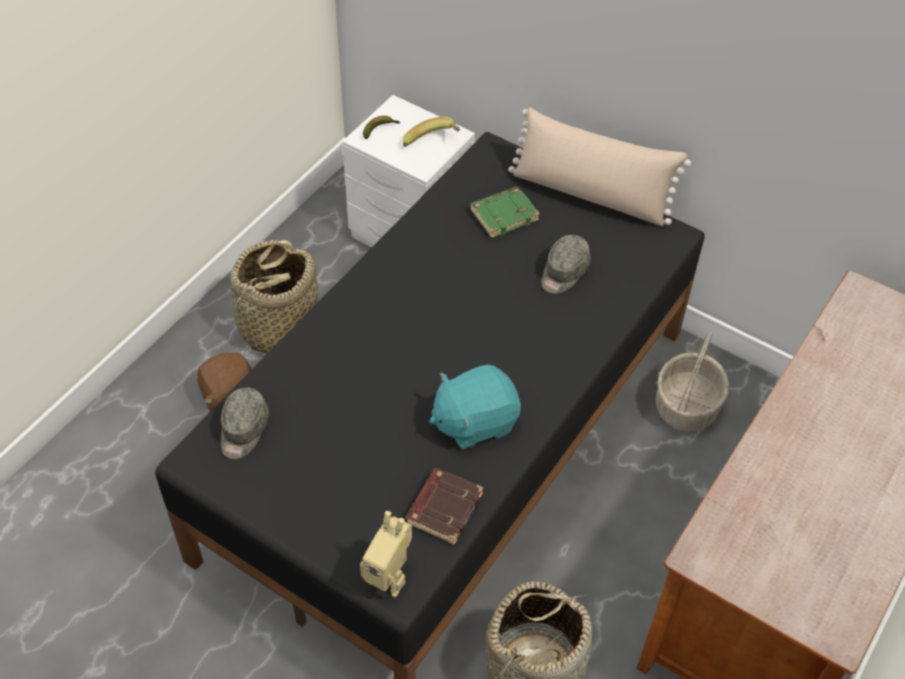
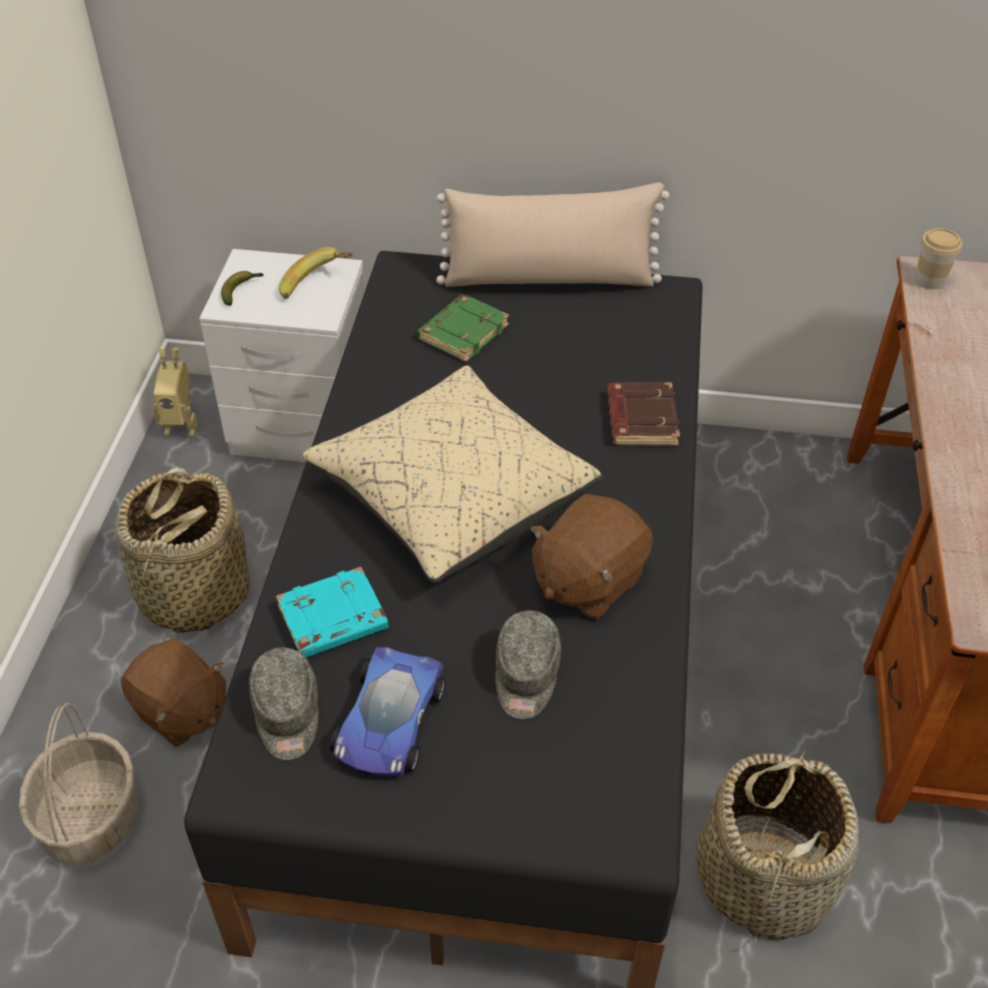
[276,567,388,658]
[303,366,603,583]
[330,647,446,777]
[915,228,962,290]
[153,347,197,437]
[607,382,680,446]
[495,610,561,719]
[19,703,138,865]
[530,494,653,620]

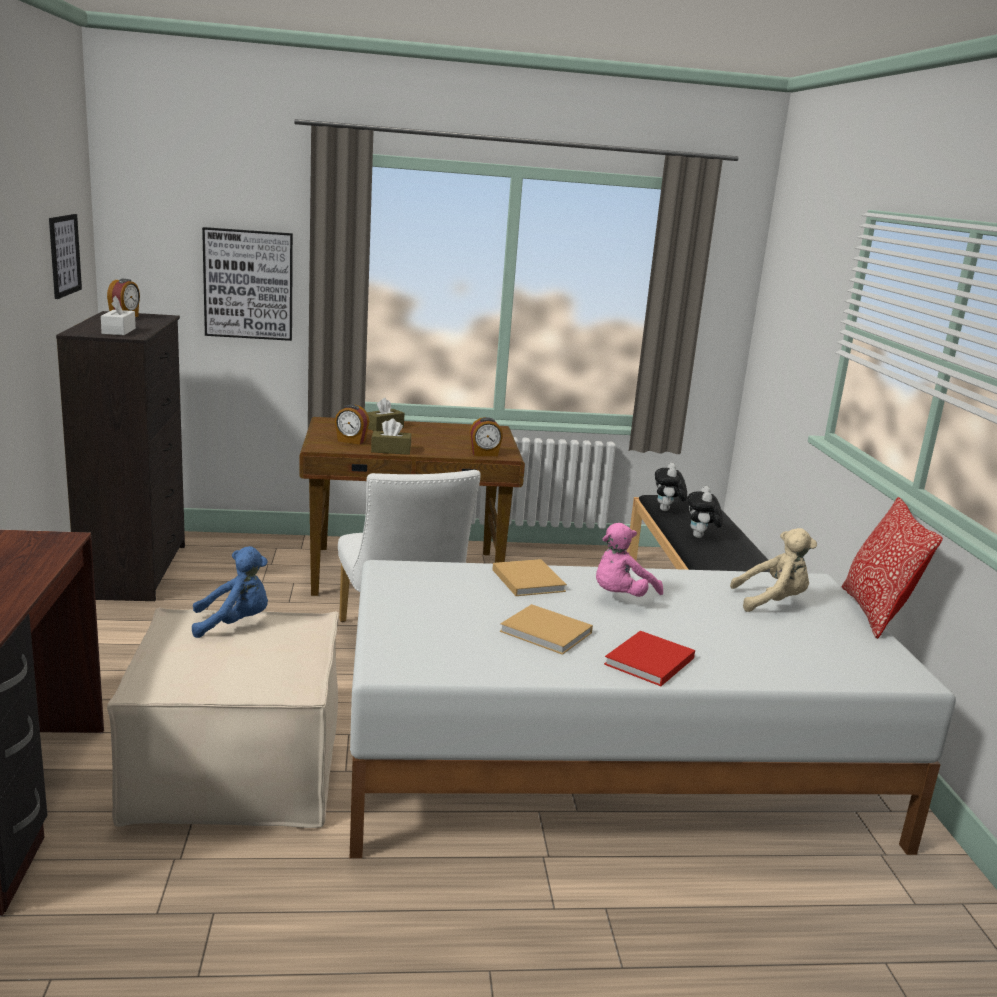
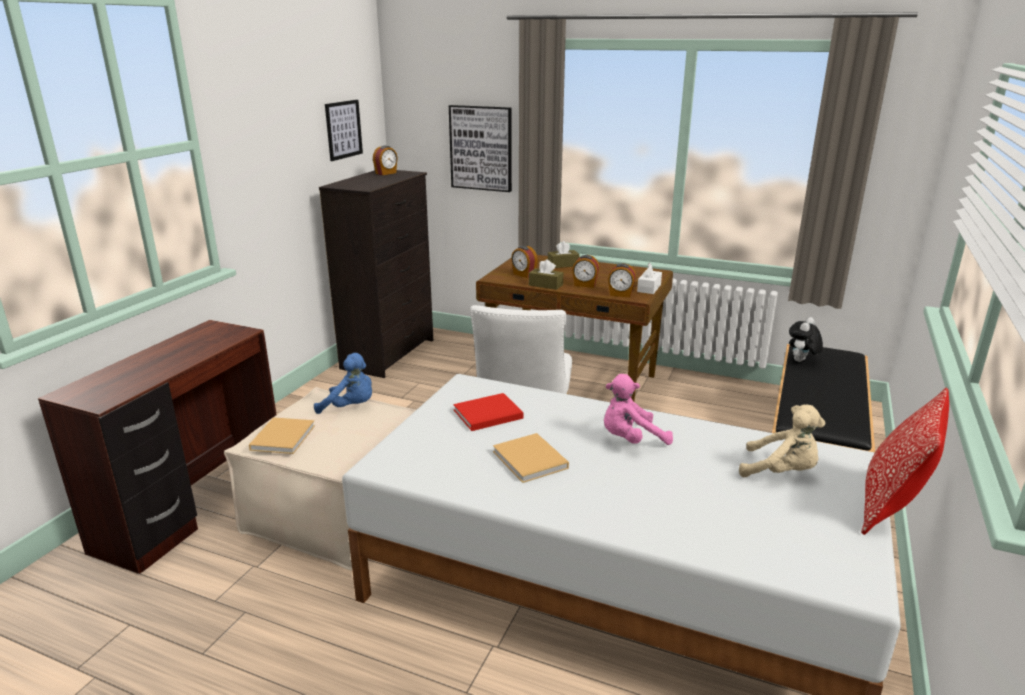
[687,486,723,538] (first image)
[572,255,600,288]
[637,263,662,294]
[249,417,315,454]
[453,393,524,431]

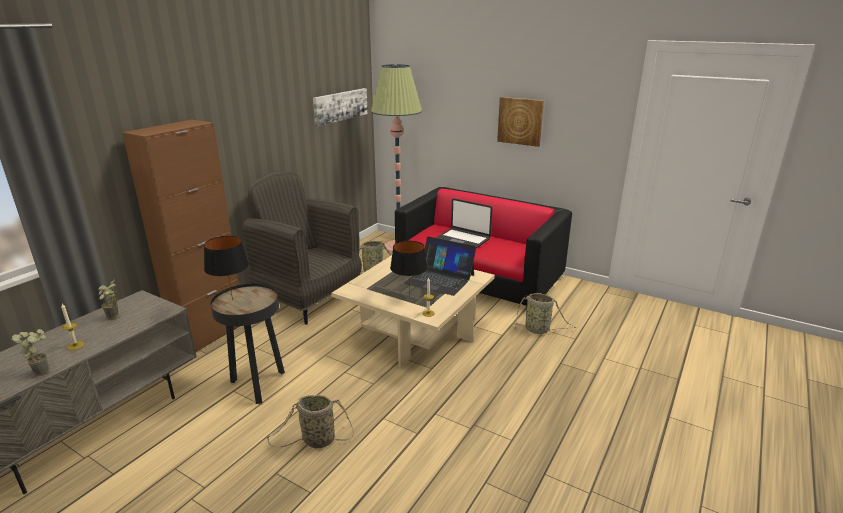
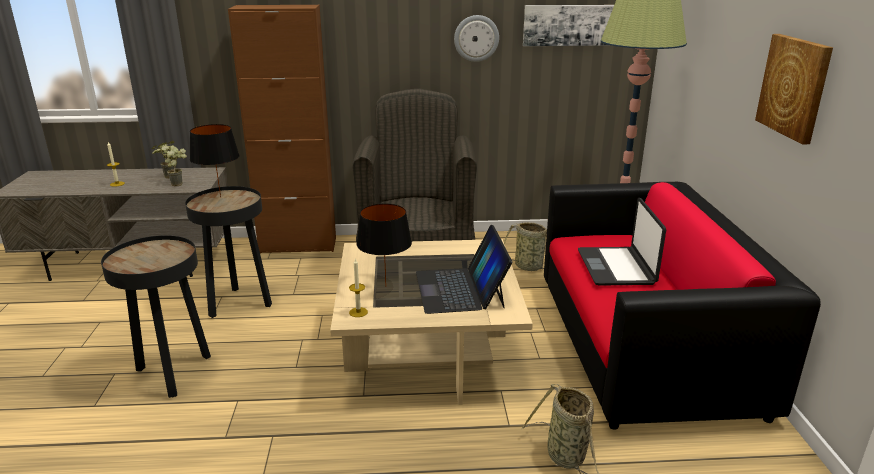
[454,15,499,62]
[161,145,187,186]
[101,235,211,398]

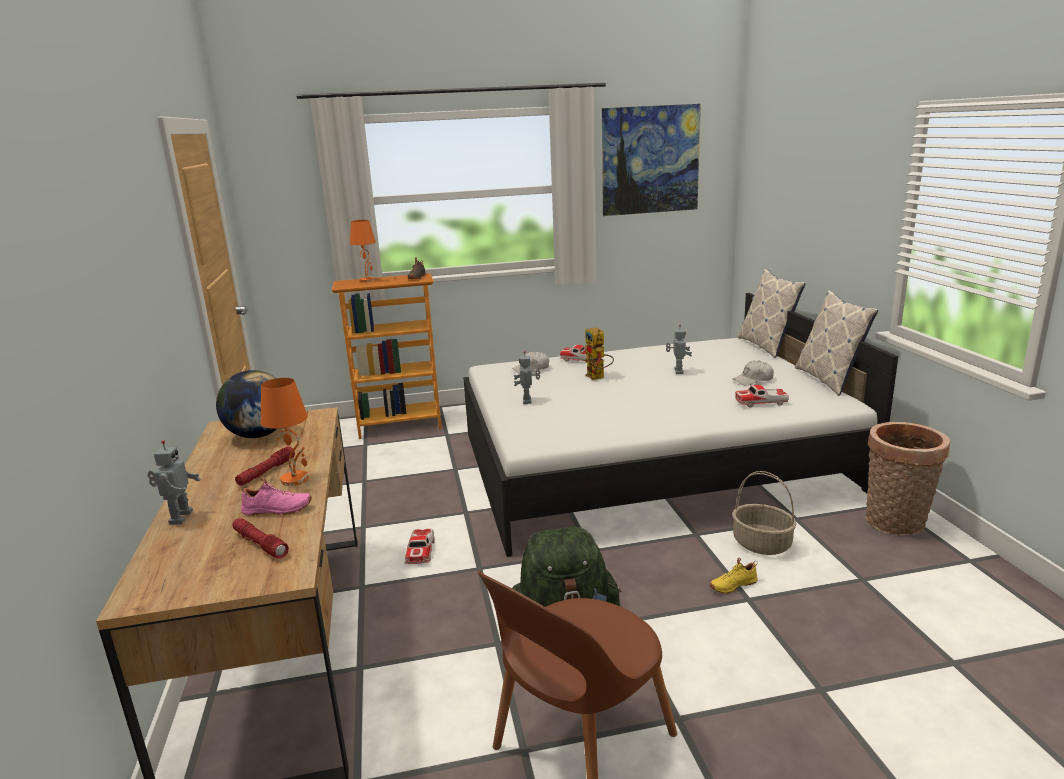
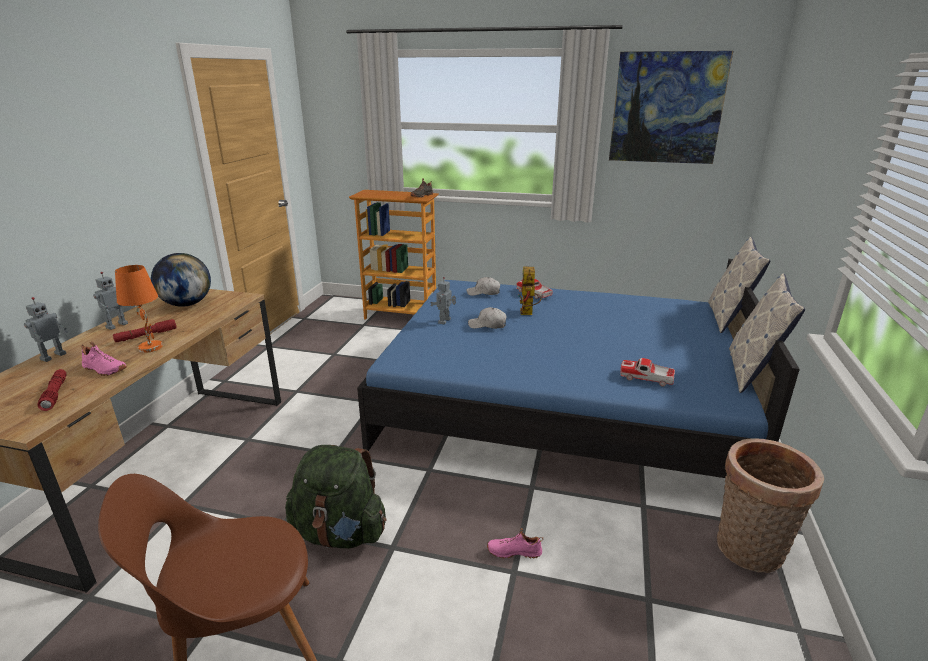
[350,220,376,282] (first image)
[405,529,435,564] (first image)
[732,471,797,555] (first image)
[93,272,128,330]
[468,307,507,329]
[357,259,800,478]
[487,528,544,559]

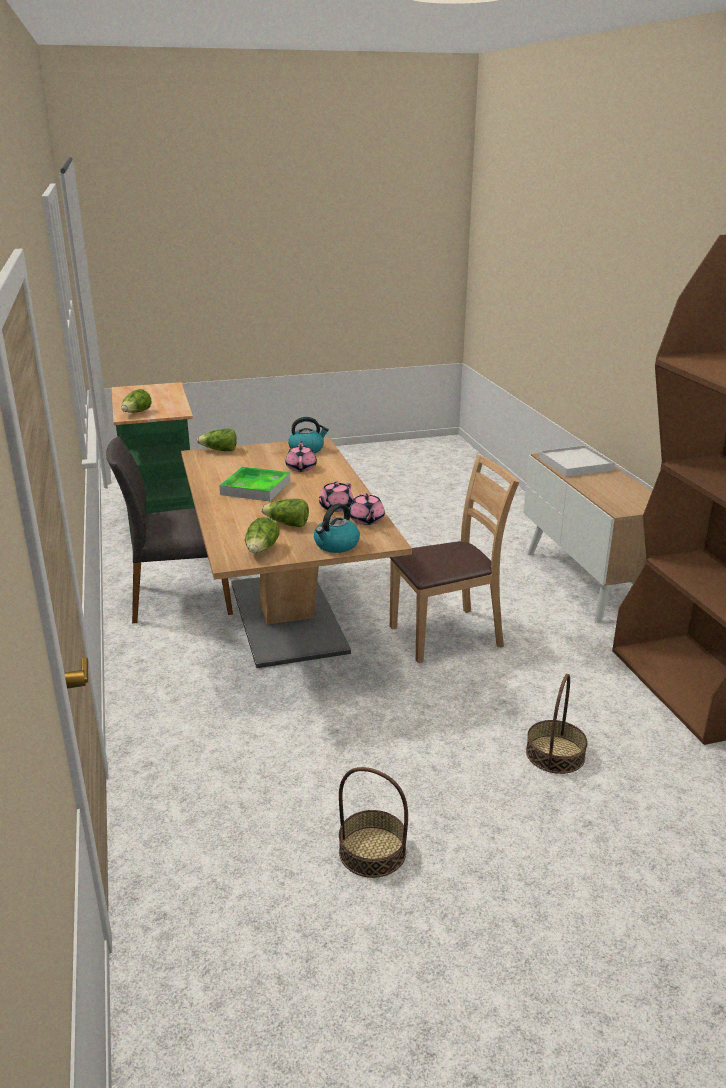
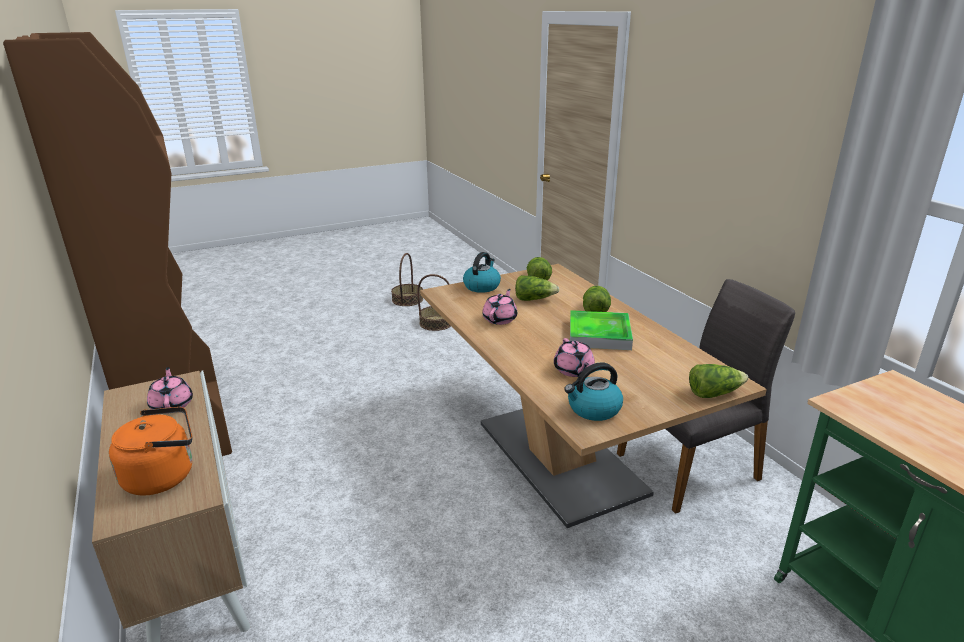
[390,455,519,663] (first image)
[583,286,611,312]
[147,367,193,414]
[391,253,423,306]
[109,407,192,495]

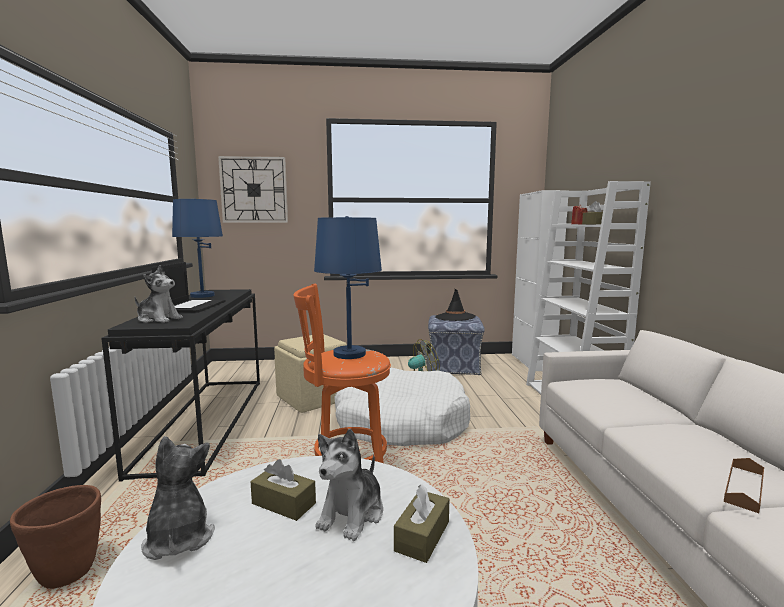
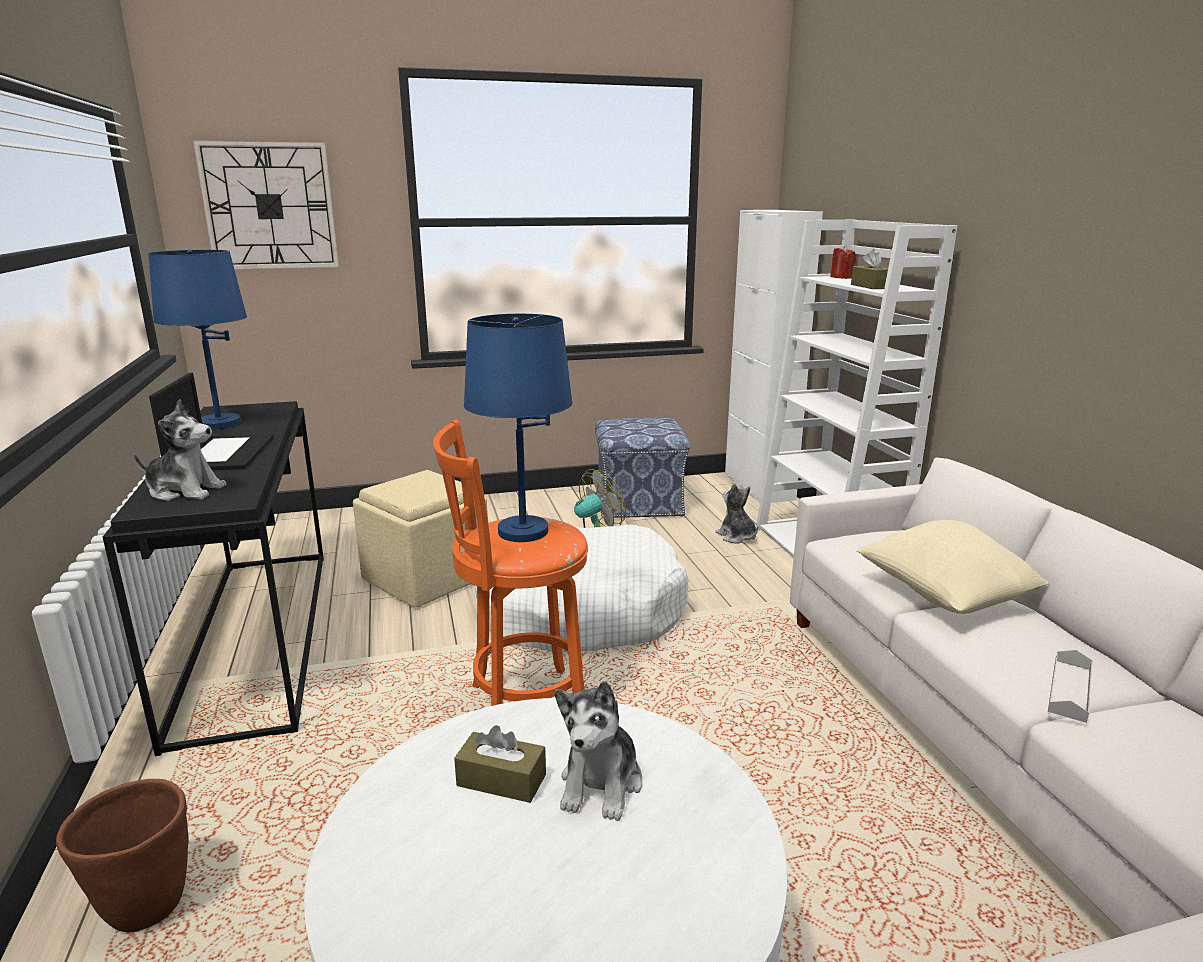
[394,484,449,563] (first image)
[435,289,476,321] (first image)
[857,520,1049,614]
[715,483,758,544]
[1048,650,1093,723]

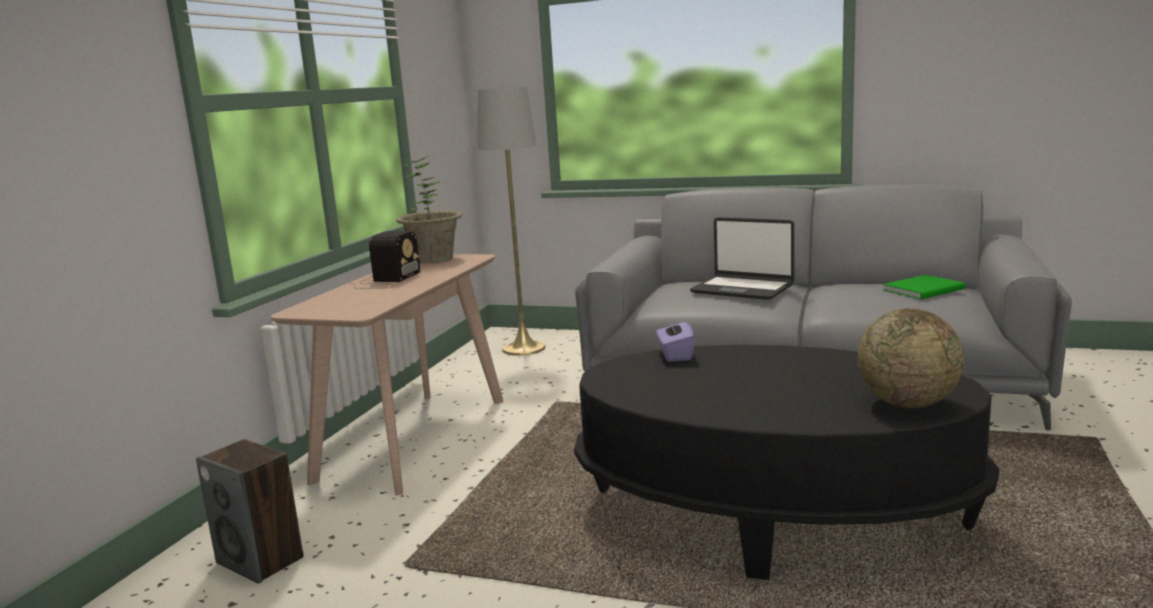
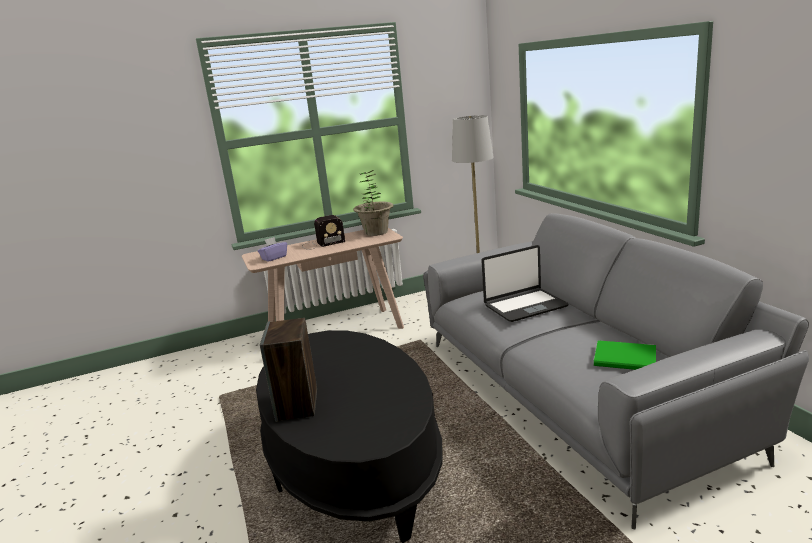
[858,308,964,408] (first image)
[260,318,317,422]
[258,237,287,262]
[481,245,569,322]

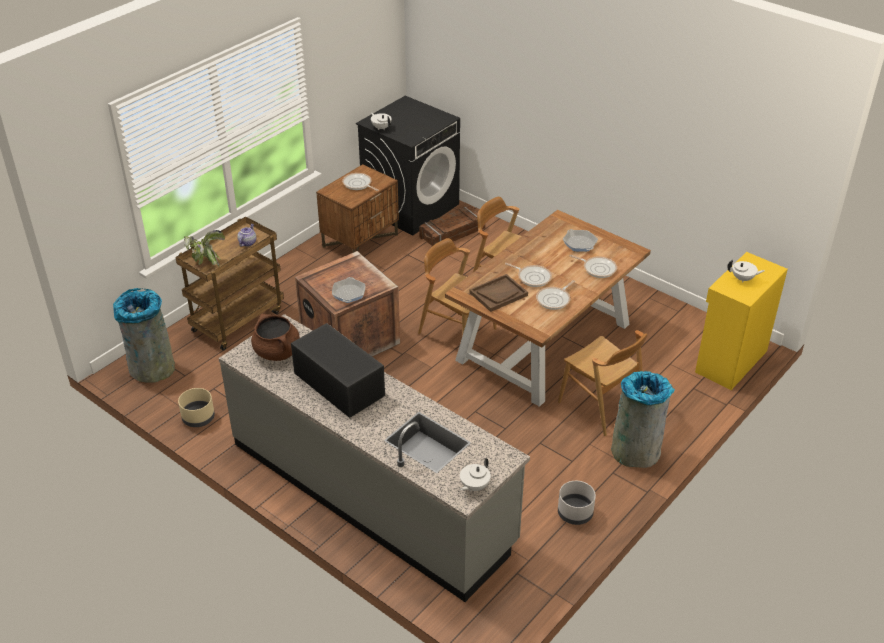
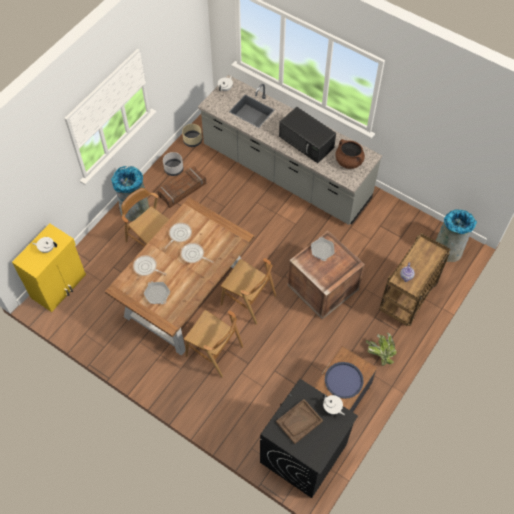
[182,124,202,147]
[366,332,397,366]
[157,166,206,208]
[276,399,323,444]
[325,362,364,399]

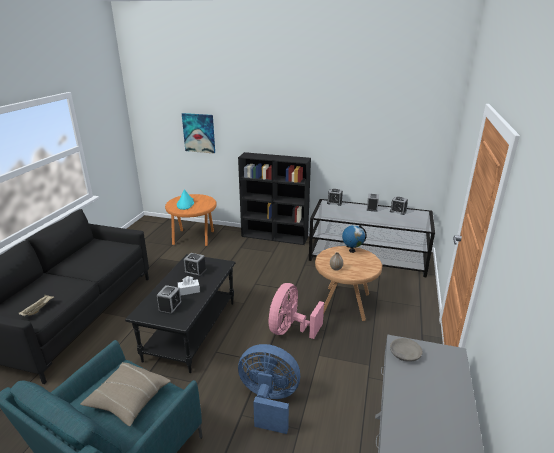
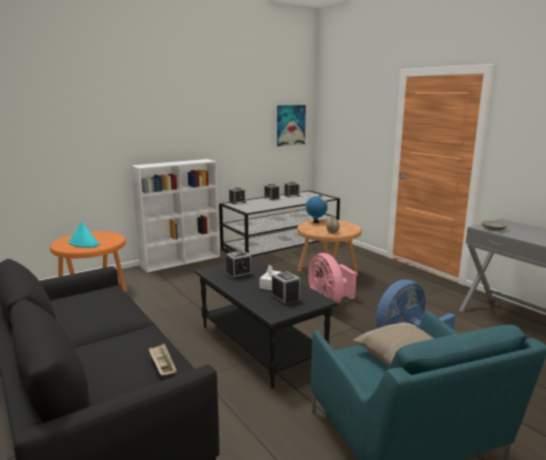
[277,105,306,146]
[131,159,220,273]

